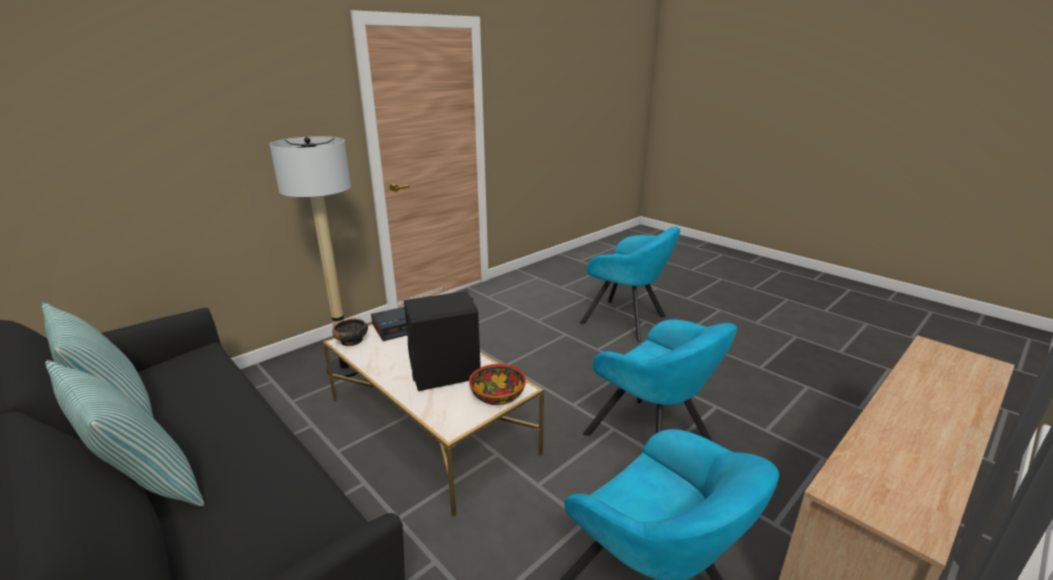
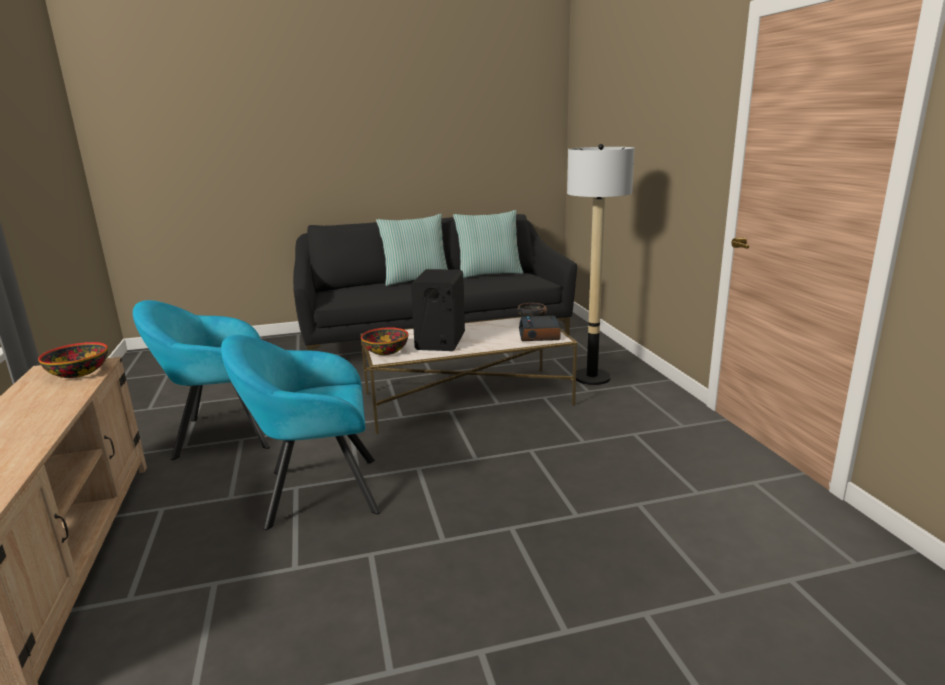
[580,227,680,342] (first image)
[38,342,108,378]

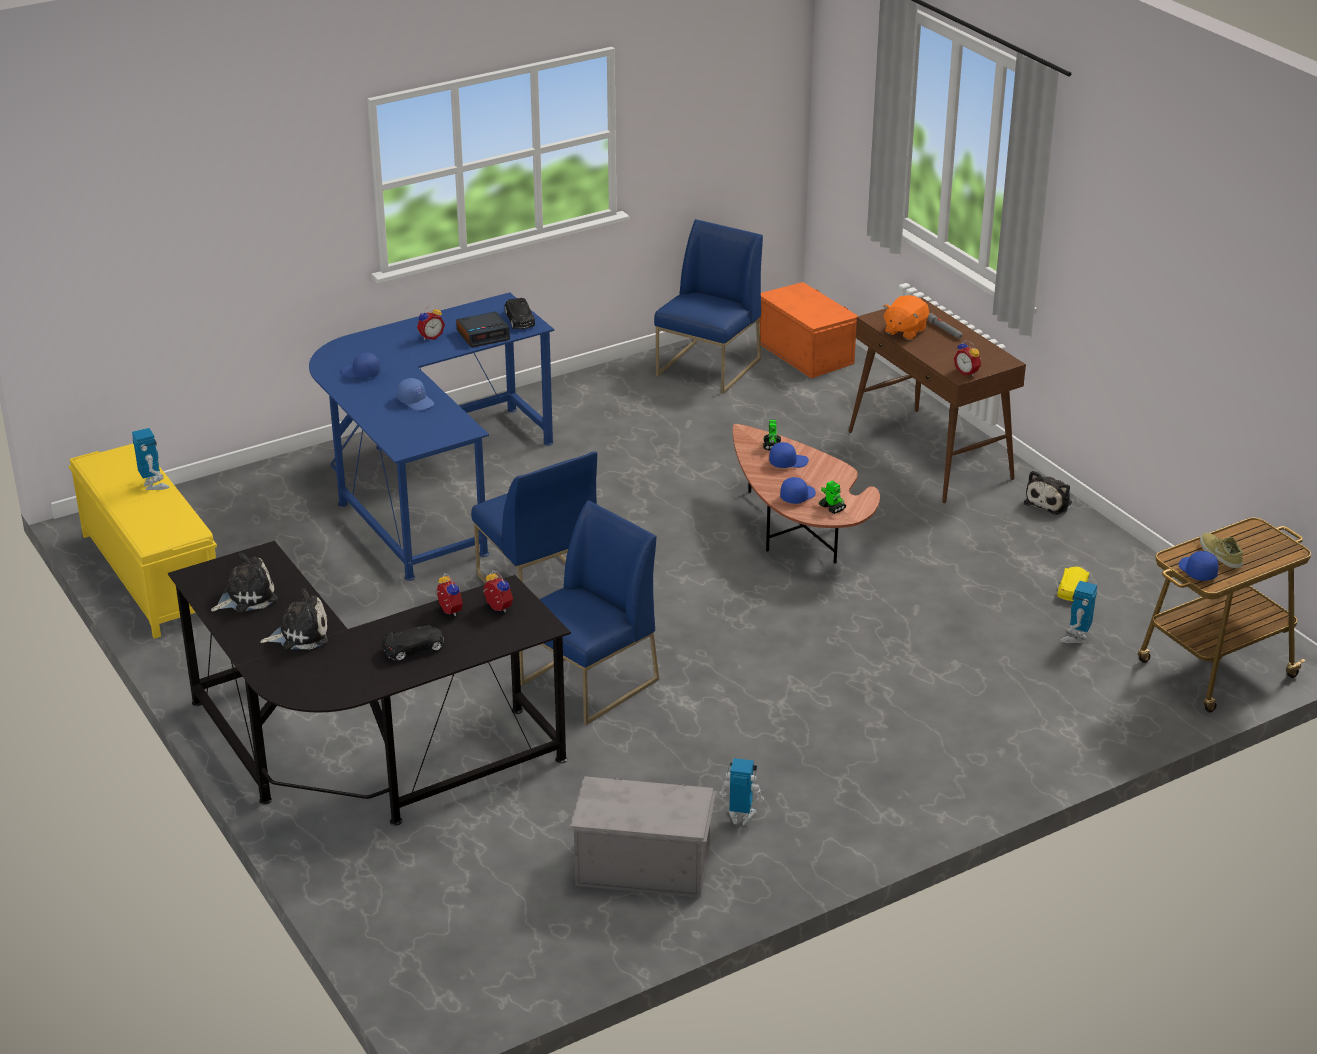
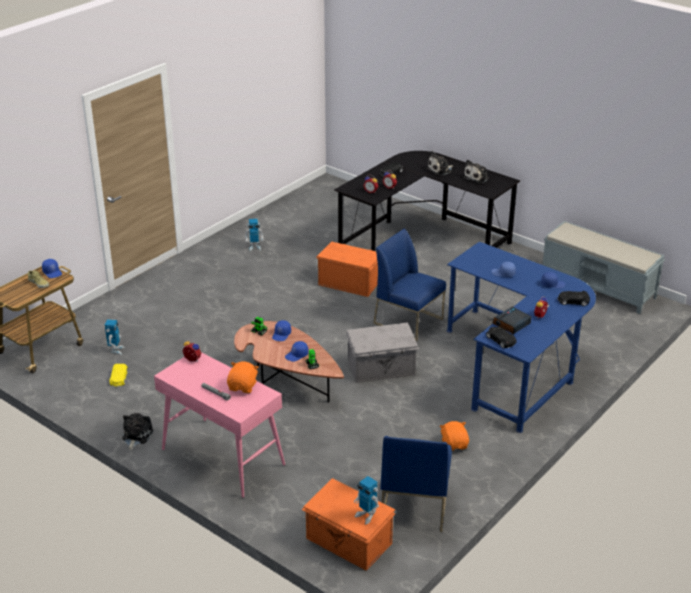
[440,421,469,451]
[557,291,590,306]
[354,476,379,524]
[346,322,419,383]
[316,241,378,297]
[542,221,665,314]
[154,352,285,498]

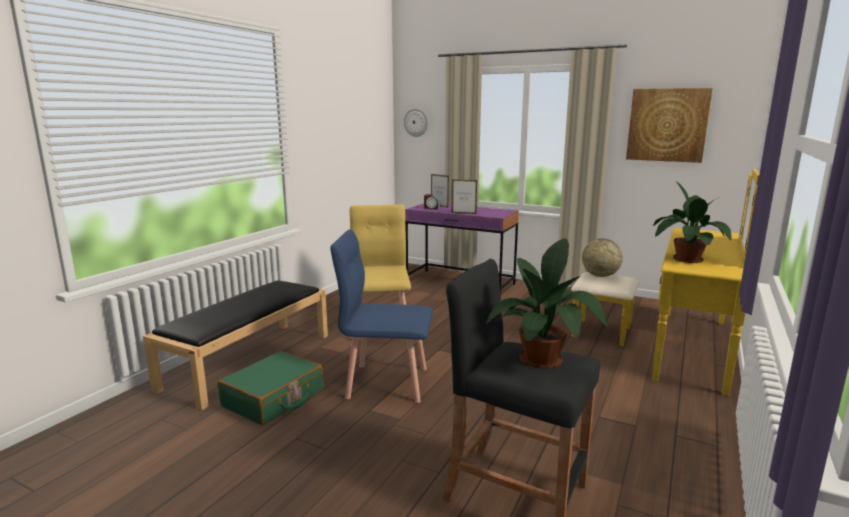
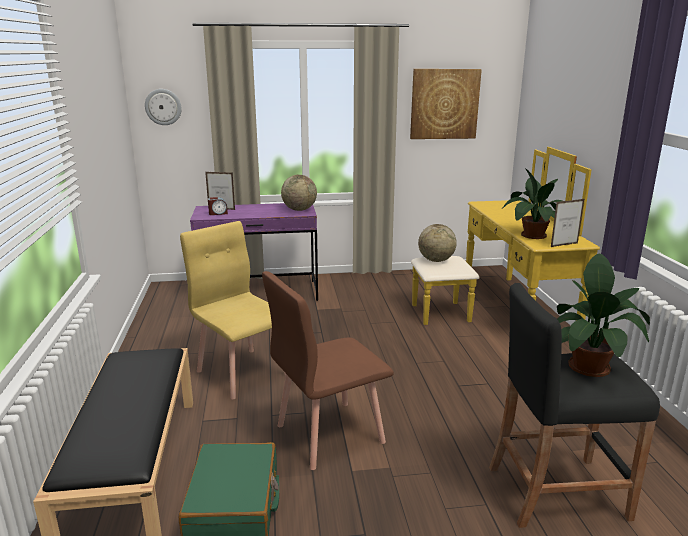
[281,175,317,211]
[551,199,584,247]
[262,271,394,470]

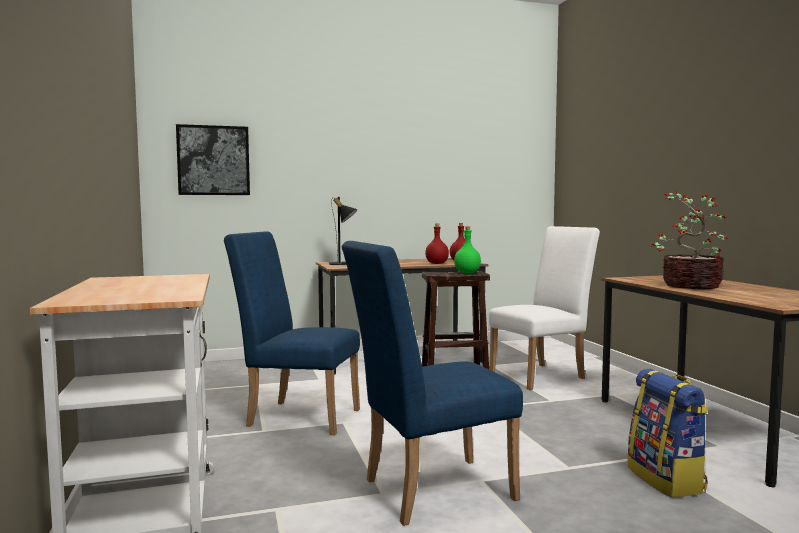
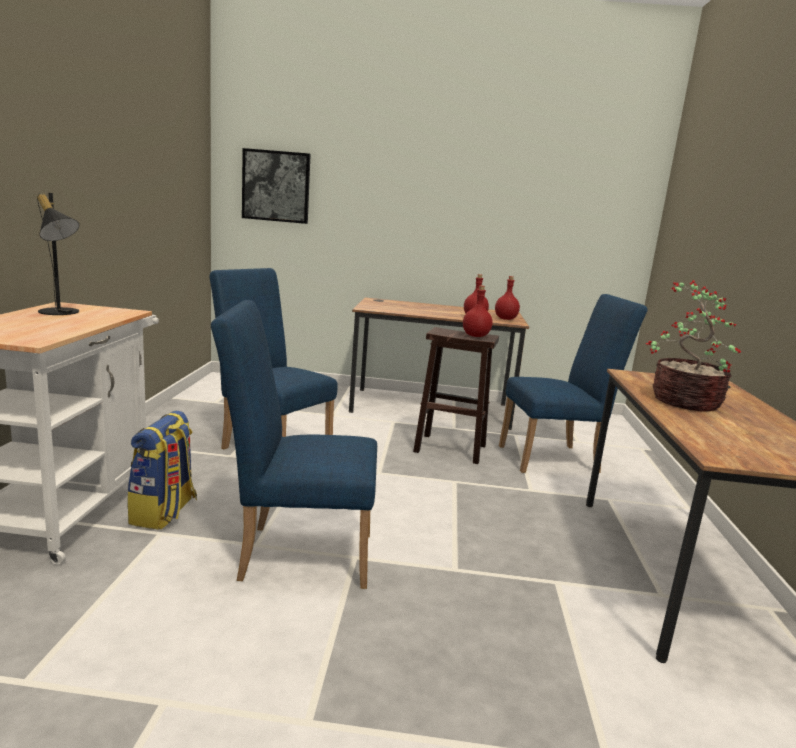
[37,192,79,315]
[127,411,197,529]
[463,285,493,337]
[499,294,648,473]

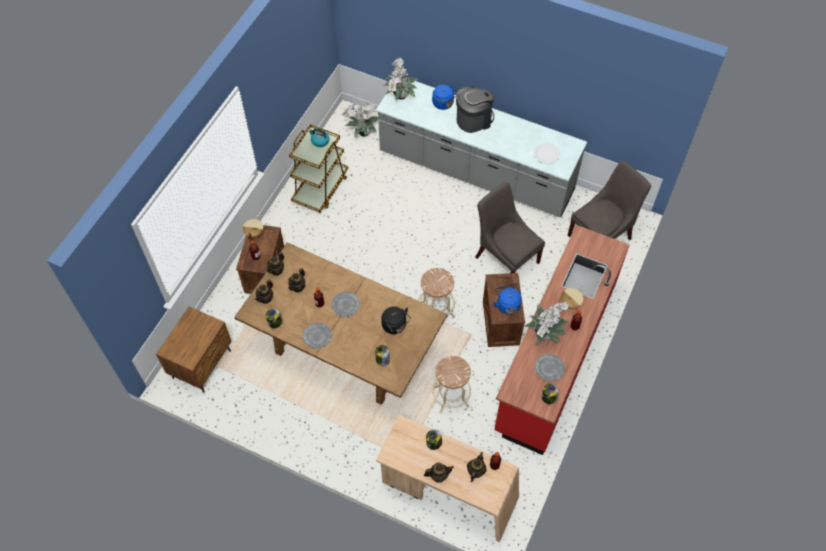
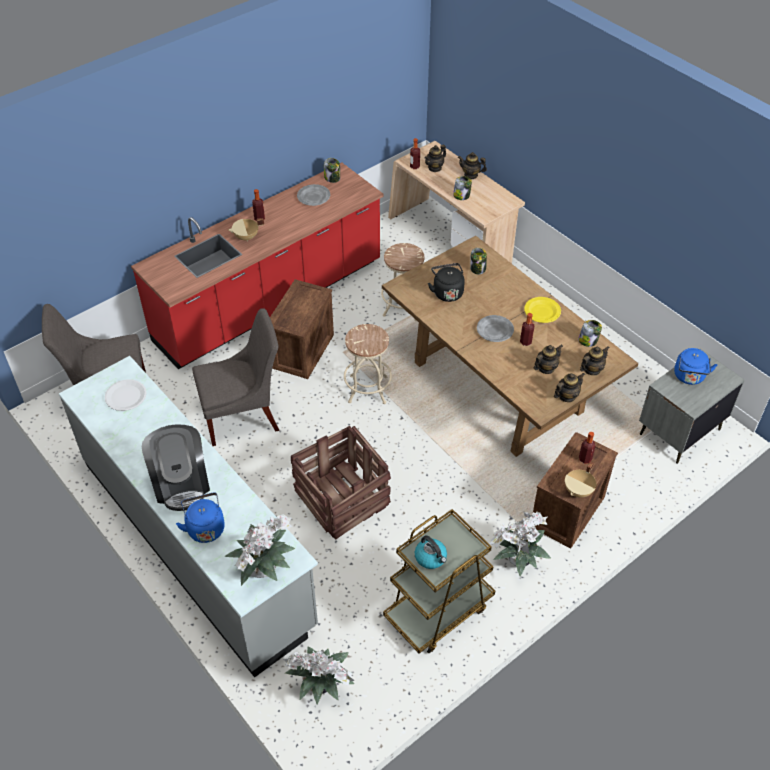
[291,426,391,540]
[674,348,717,385]
[490,511,551,577]
[639,349,745,464]
[524,297,561,323]
[142,424,210,511]
[192,308,279,446]

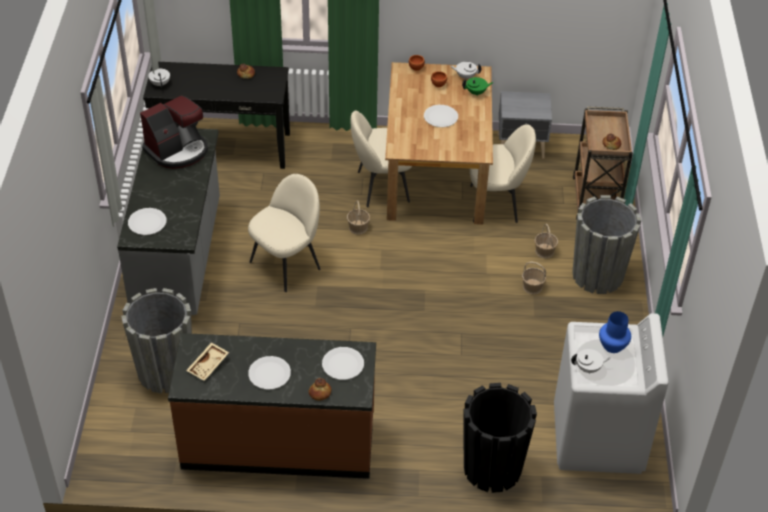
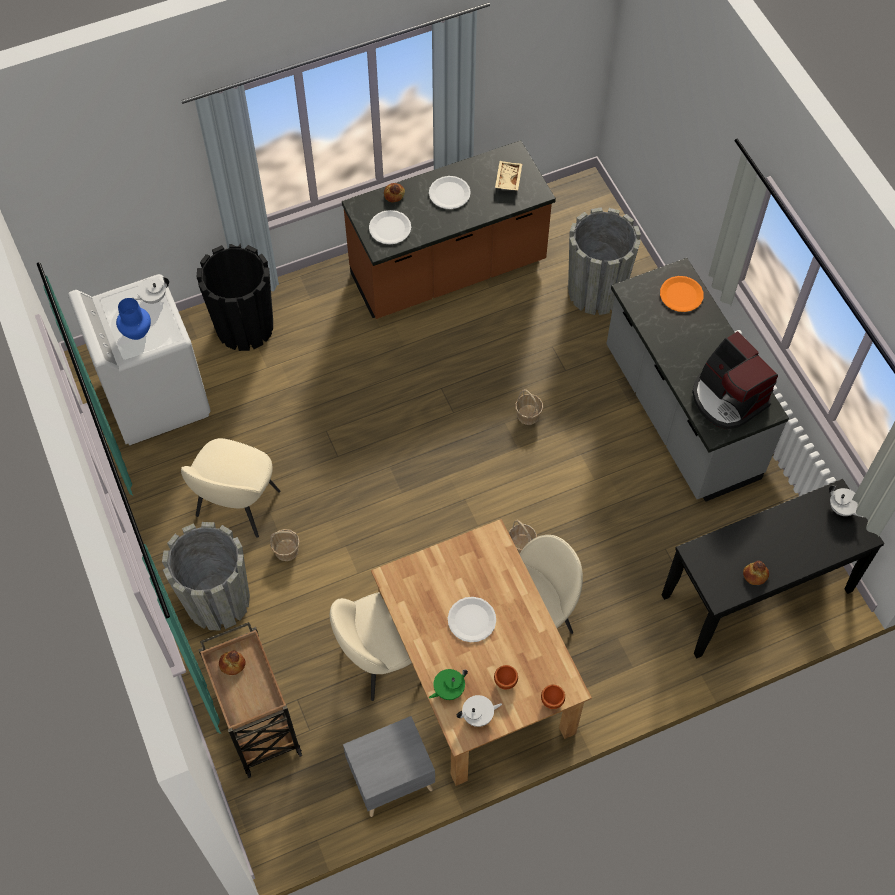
[181,438,281,538]
[515,389,543,425]
[660,276,704,312]
[692,331,778,429]

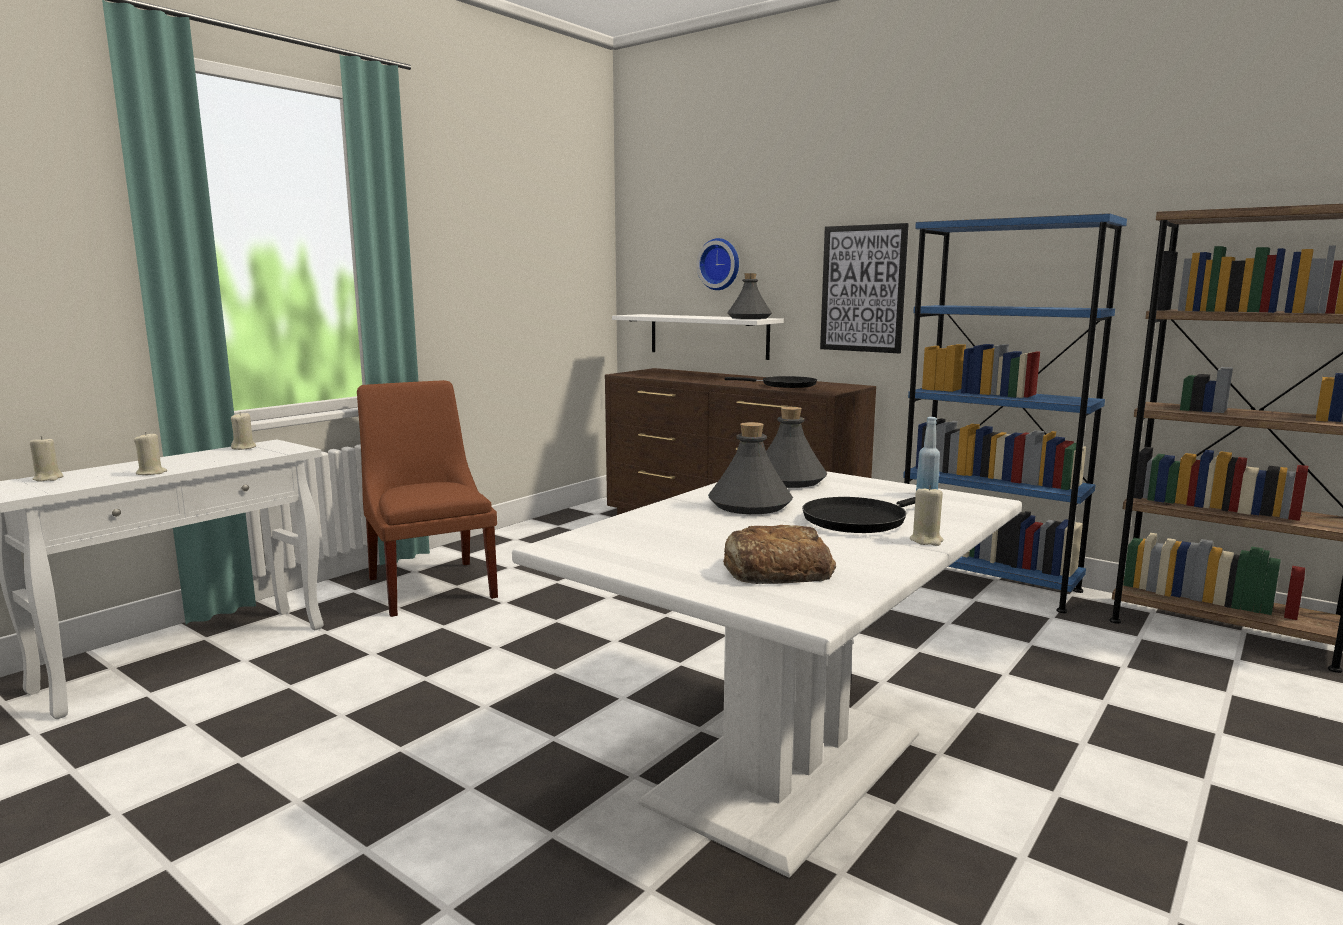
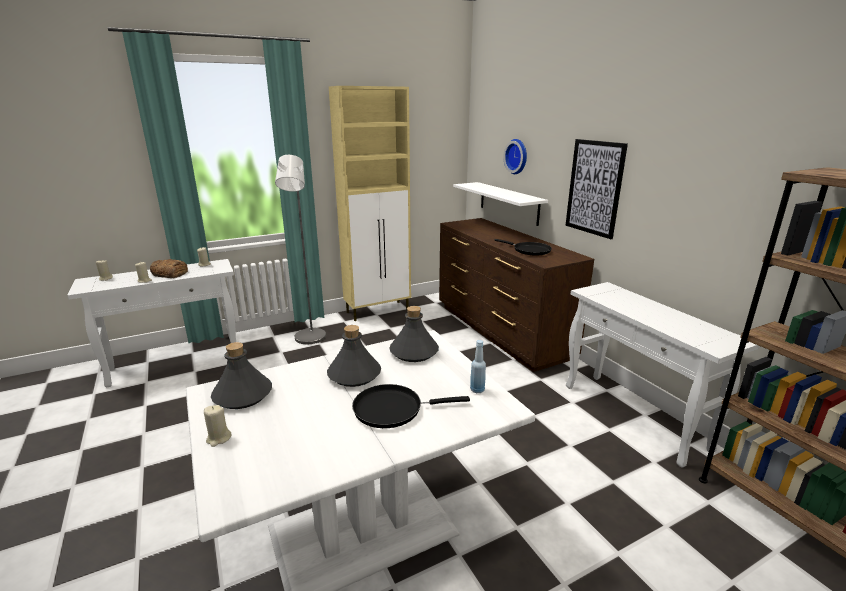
[329,86,411,321]
[150,259,188,278]
[211,342,272,409]
[204,405,232,447]
[275,155,326,344]
[566,282,760,468]

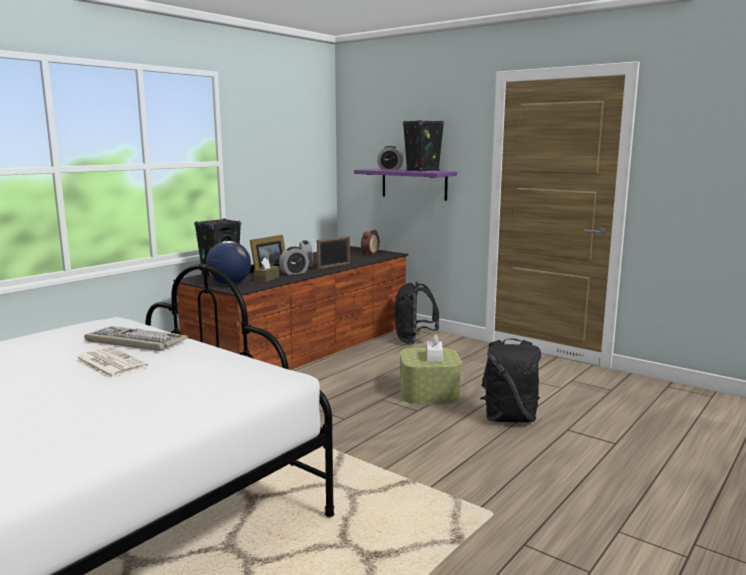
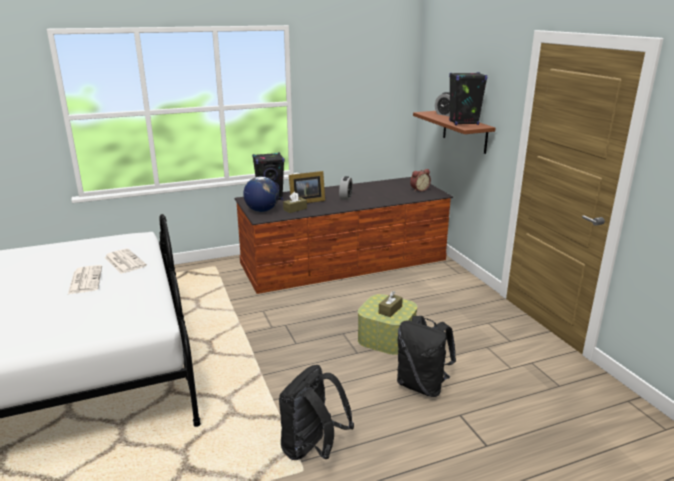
[279,246,309,275] (first image)
[317,236,350,270] (first image)
[279,365,354,460]
[104,249,147,274]
[413,111,495,154]
[379,291,403,317]

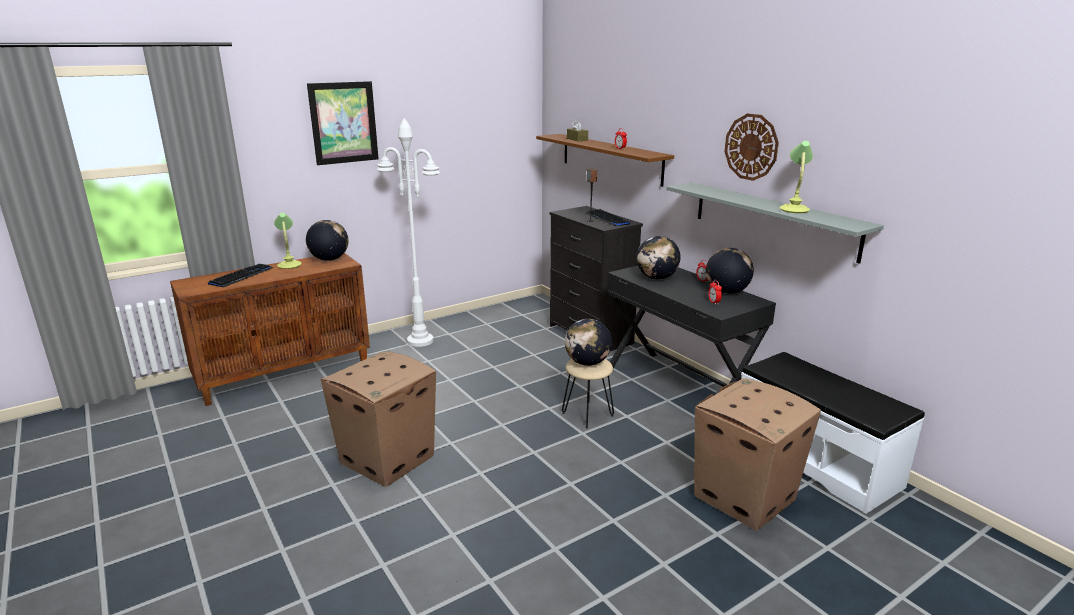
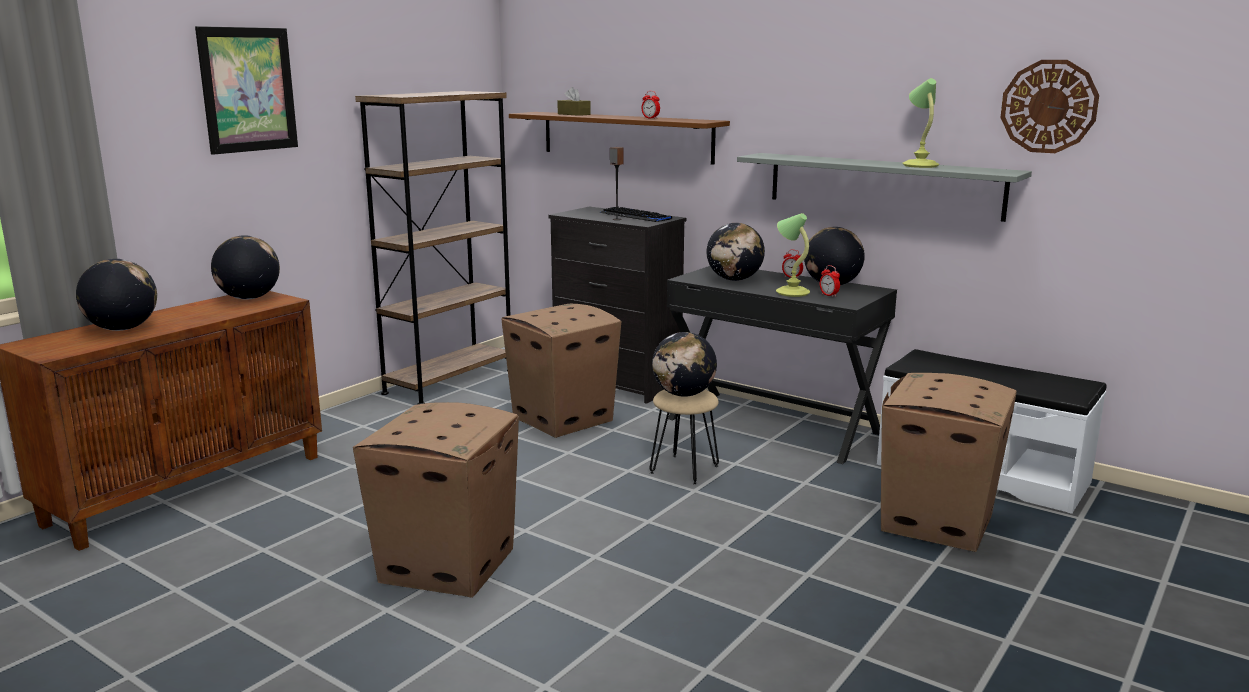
[377,118,440,347] (first image)
[355,91,510,404]
[501,304,621,438]
[776,213,810,297]
[1000,60,1099,153]
[76,259,157,331]

